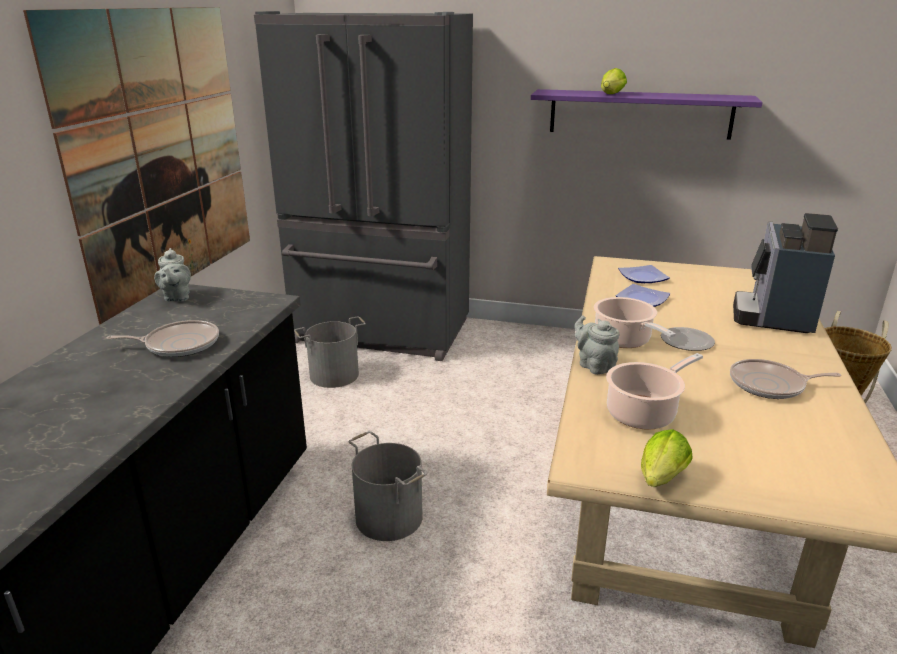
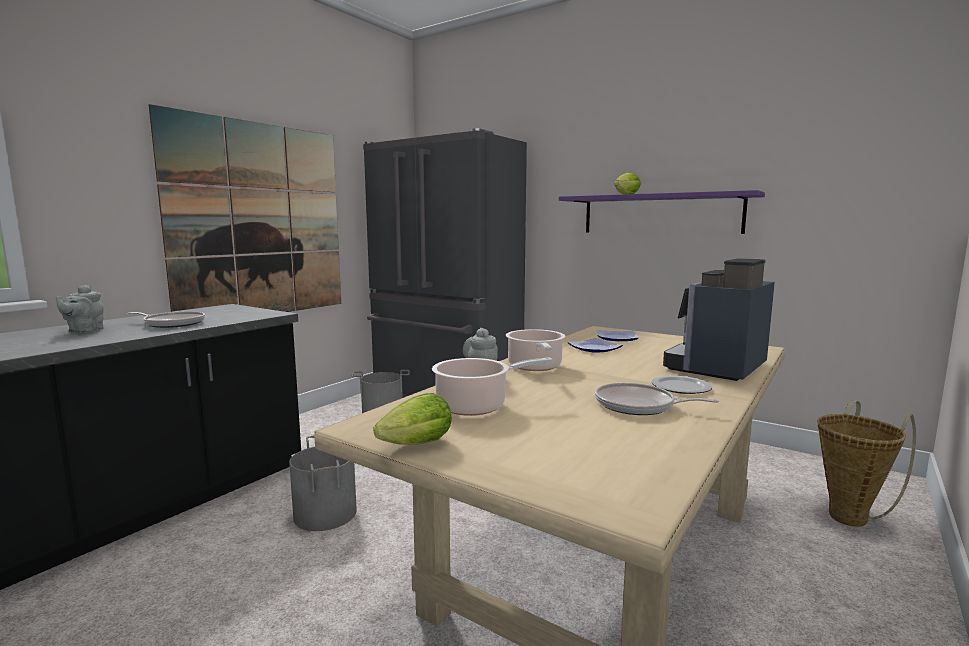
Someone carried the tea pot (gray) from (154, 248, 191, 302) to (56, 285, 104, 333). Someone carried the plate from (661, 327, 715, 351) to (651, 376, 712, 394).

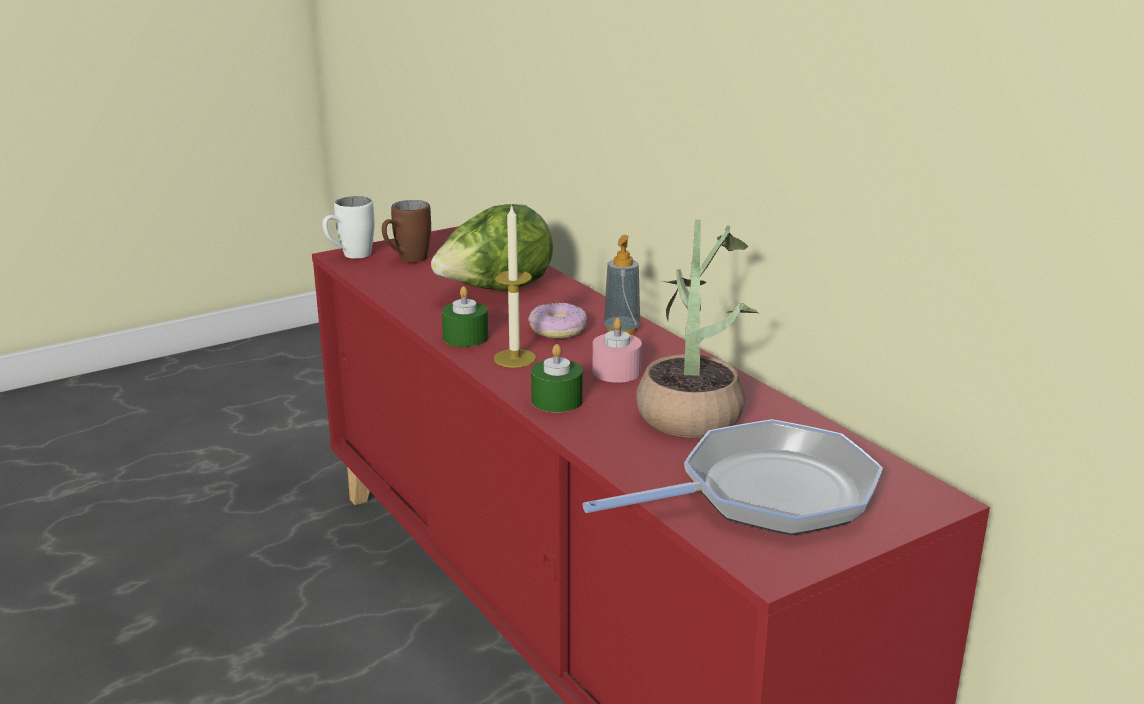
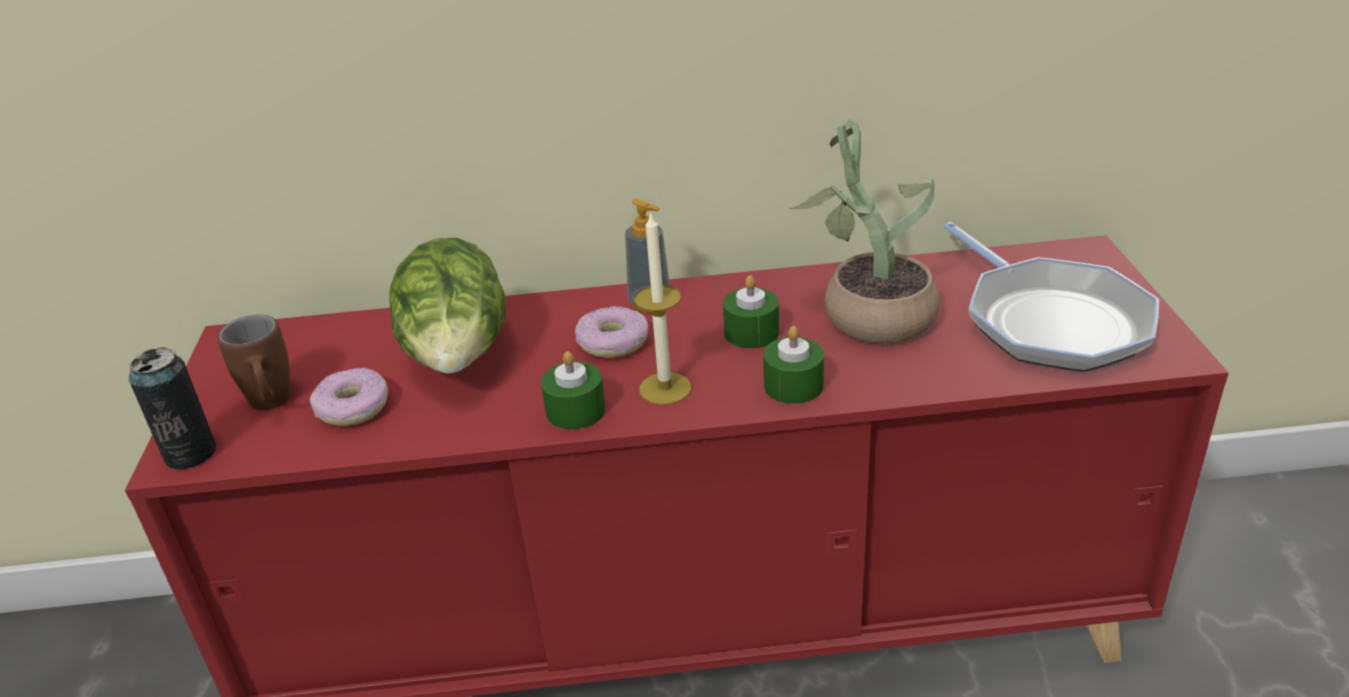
Someone swapped the coffee mug (white) at (323, 196, 375, 259) for the sealed can at (129, 347, 217, 469). Someone put down the donut at (310, 368, 388, 426). Someone repainted the wax candle (pink-coloured) at (592, 318, 642, 383), which became the wax candle (green-coloured) at (723, 275, 779, 348). Someone rotated the skillet at (583, 419, 883, 535) by 150 degrees clockwise.

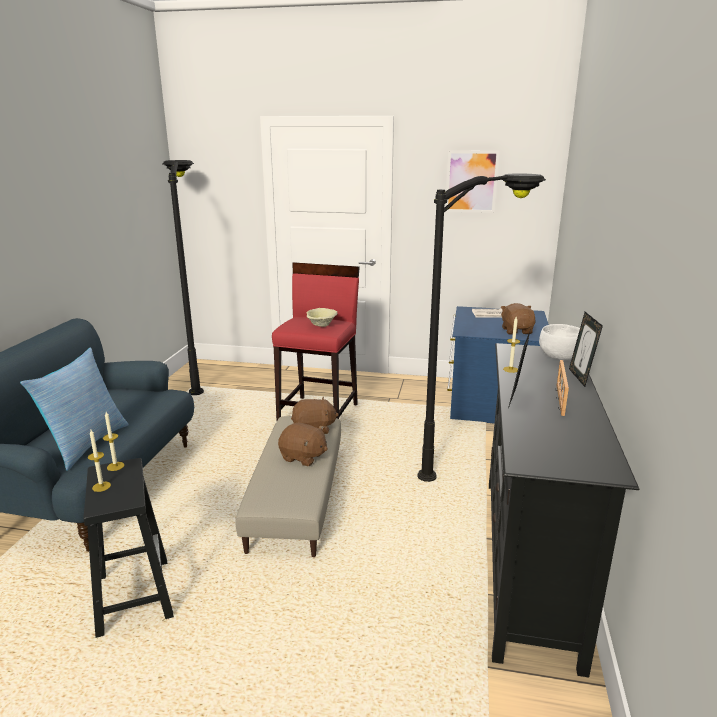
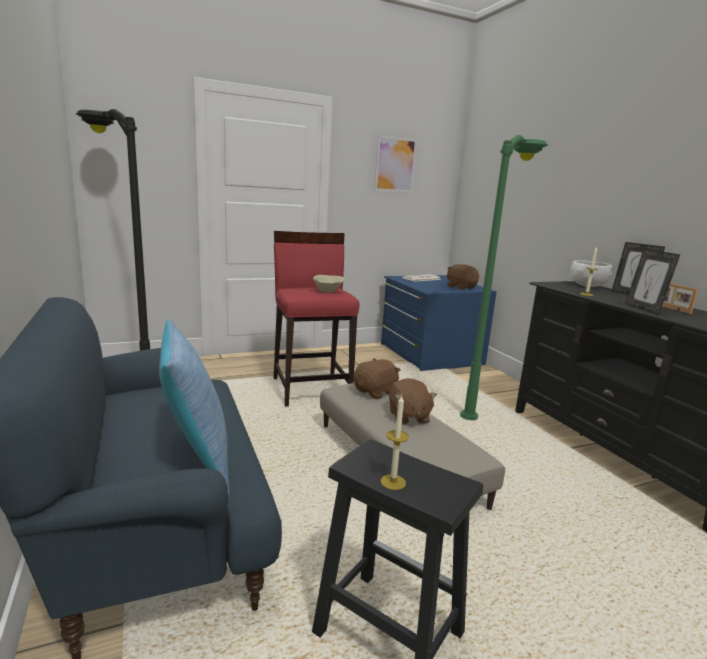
Someone rotated the soft toy (brown) at (278, 423, 328, 466) by 90 degrees clockwise. Someone repainted the floor lamp (blackish) at (417, 174, 546, 482), which became the floor lamp (green-coloured) at (460, 135, 548, 420). Someone took away the wax candle at (103, 412, 124, 471).

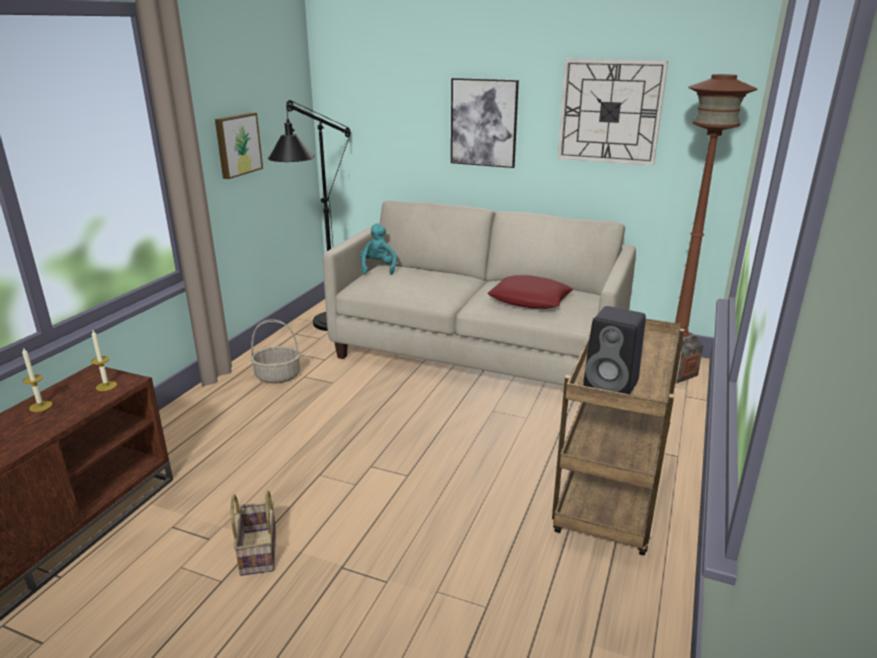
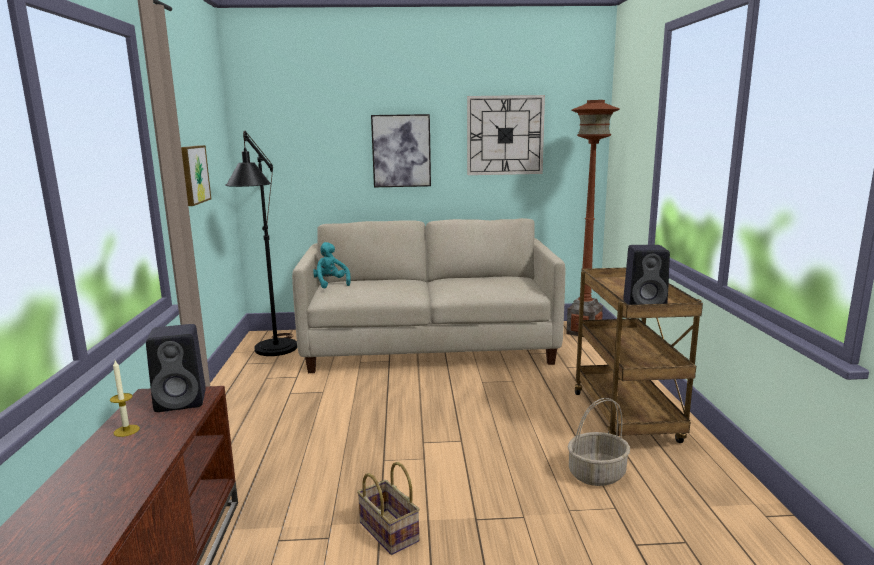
Someone swapped the wax candle at (91, 330, 117, 391) for the loudspeaker (blackish) at (146, 324, 206, 412). Someone carried the household basket from (251, 319, 300, 384) to (568, 398, 630, 486). Someone took away the throw pillow (red-coloured) at (487, 275, 573, 309).

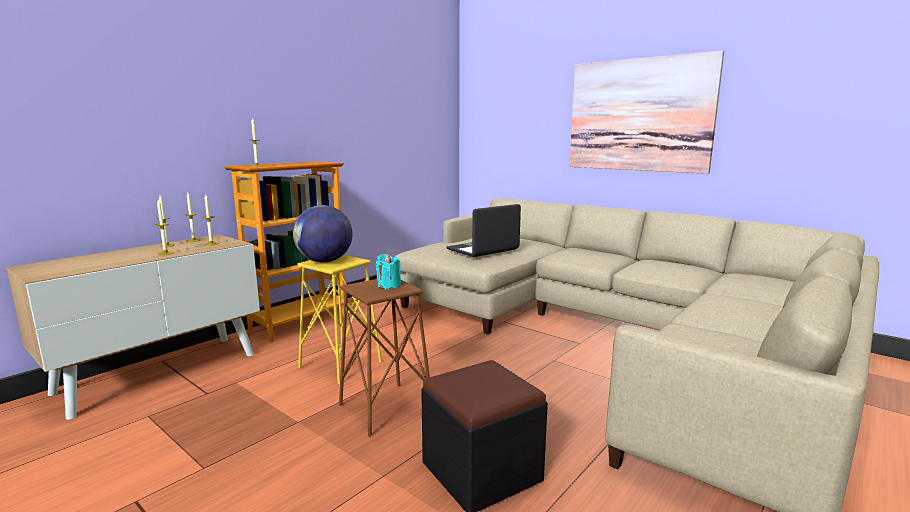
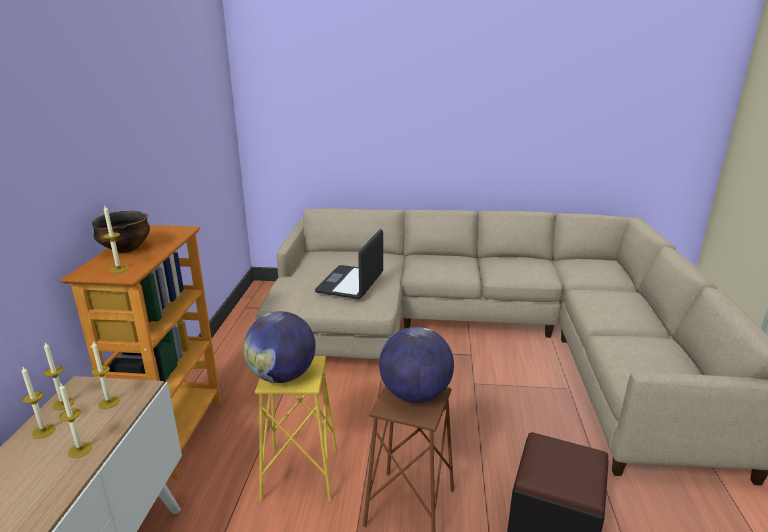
Someone put down the deep dish at (92, 211, 150, 253). Someone swapped the wax candle (turquoise) at (376, 254, 401, 289) for the desk globe at (379, 327, 454, 403). Someone took away the wall art at (569, 51, 724, 174).

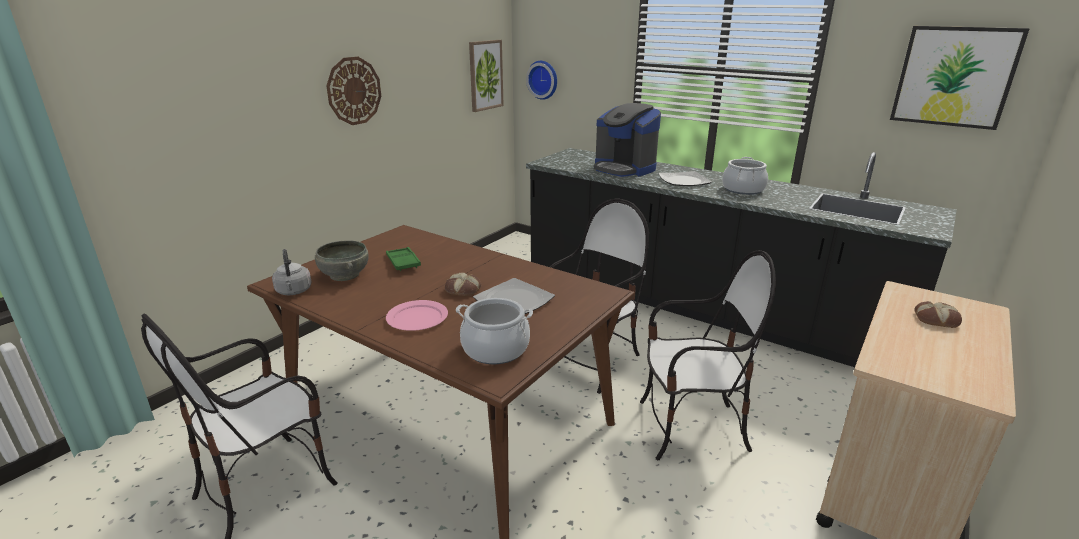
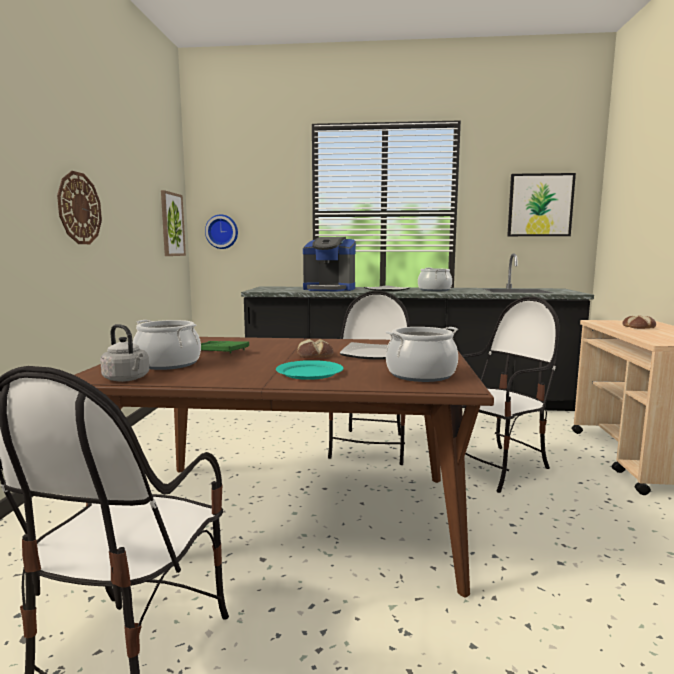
Someone swapped the deep dish (gray) at (315, 241, 369, 281) for the cooking pot at (133, 320, 201, 370). Someone repainted the plate (pink-coloured) at (386, 300, 448, 331), which became the plate (turquoise) at (276, 360, 344, 380).

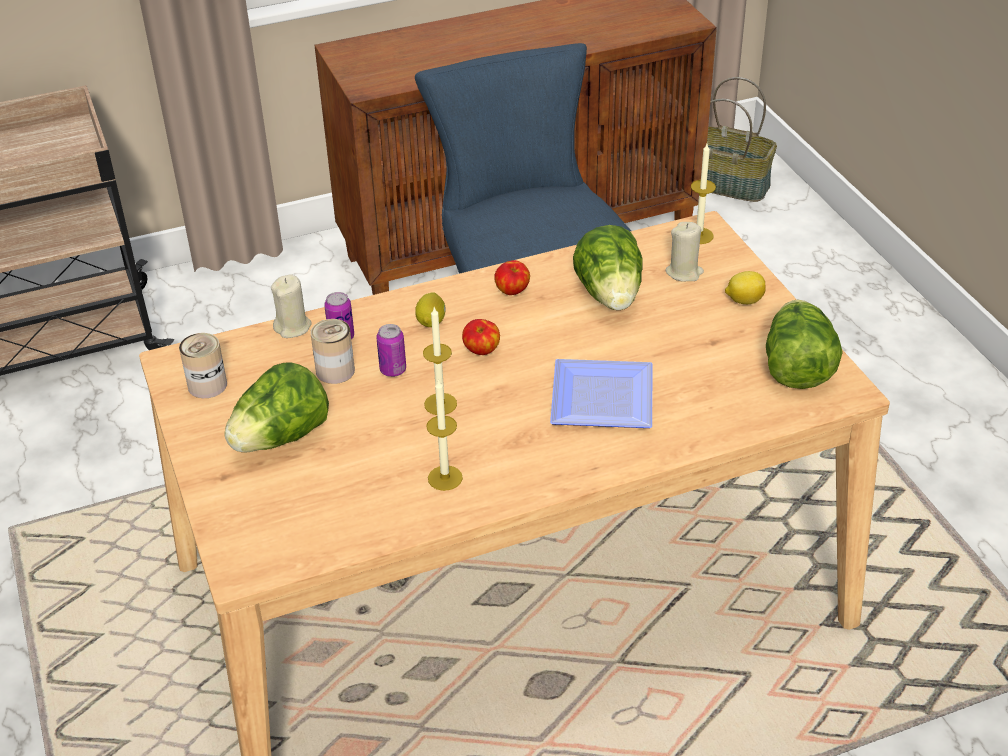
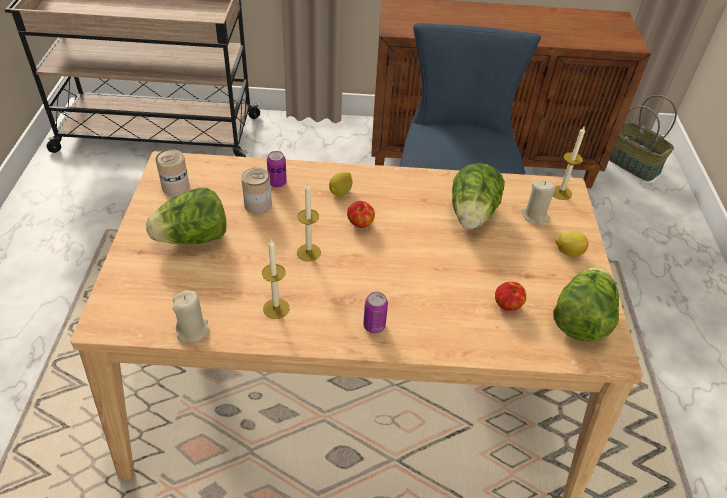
Someone carried the wax candle (sand-coloured) from (271, 274, 312, 338) to (173, 290, 210, 343). Someone carried the sealed can from (376, 324, 406, 377) to (363, 292, 388, 333). Someone carried the apple from (494, 260, 530, 295) to (495, 282, 526, 311). Someone took away the plate at (550, 359, 652, 428).

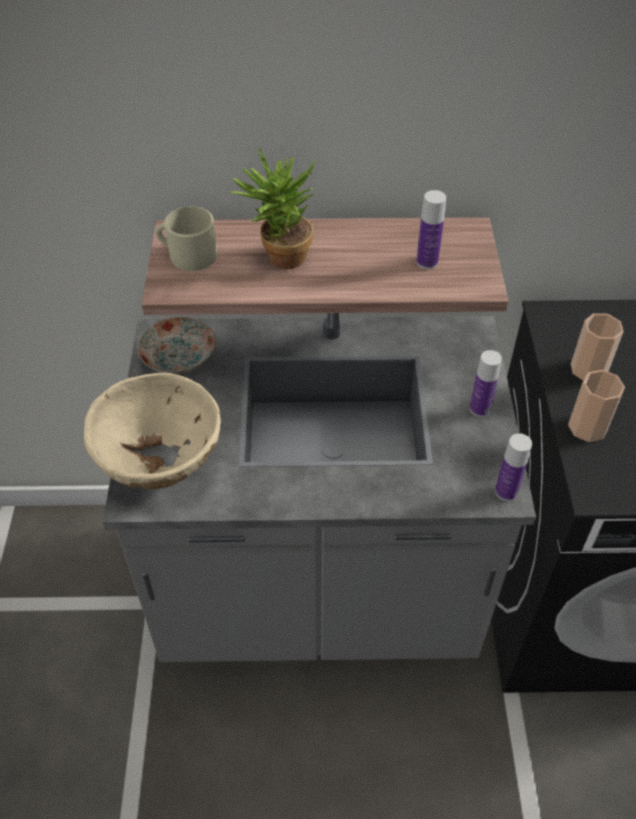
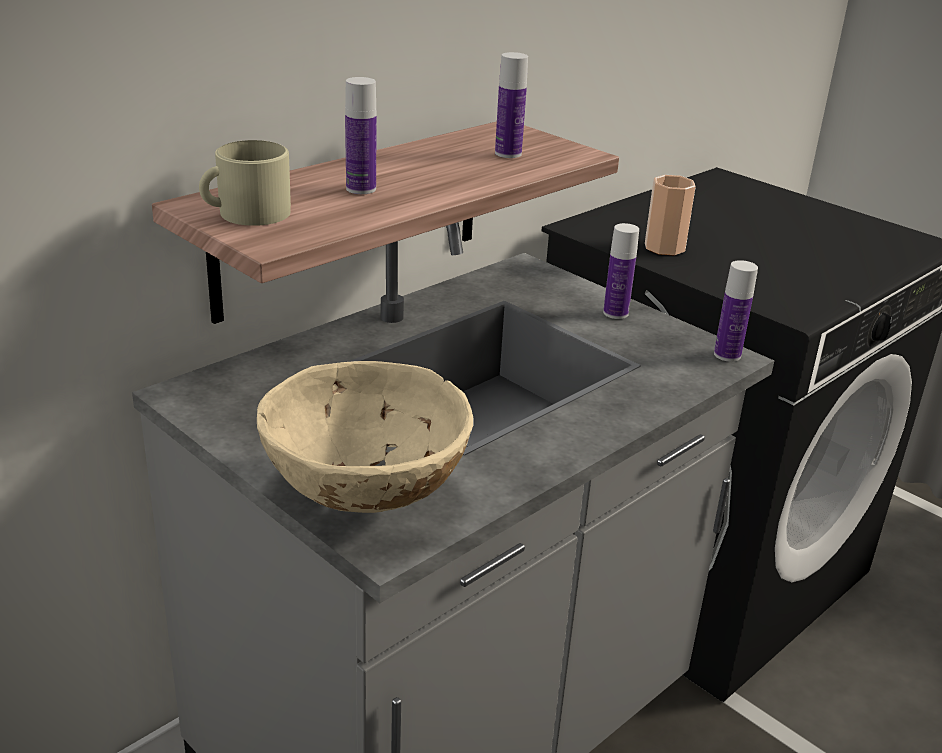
Someone swapped the potted plant at (230, 147, 316, 269) for the beverage bottle at (345, 77, 377, 194). Someone took away the plate at (137, 317, 216, 375). Someone took away the small cup at (568, 370, 625, 442).

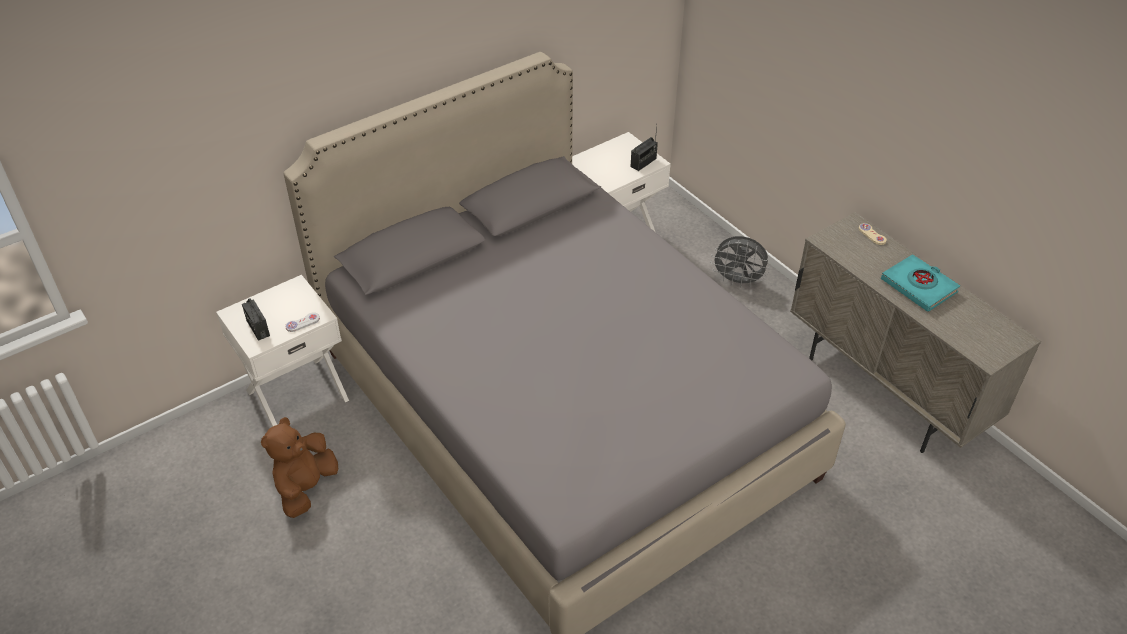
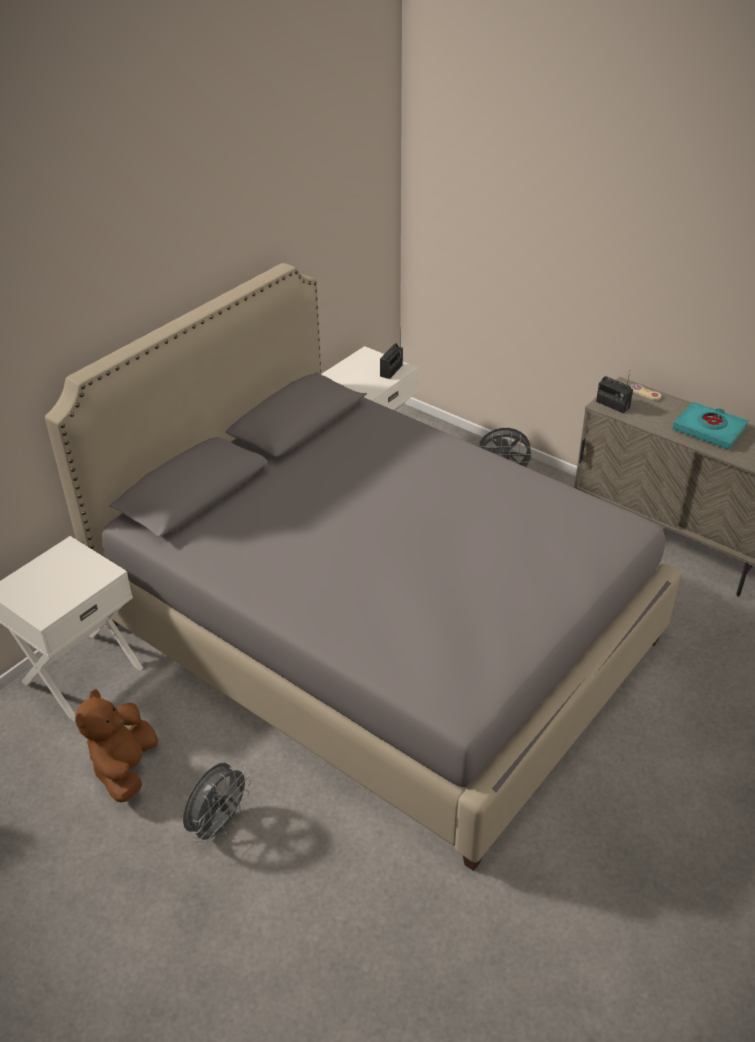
Someone put down the electric fan (gray) at (183, 763, 251, 846). Someone carried the radio set from (242, 299, 270, 341) to (596, 372, 633, 413). Someone took away the game controller (white) at (285, 312, 320, 332).

